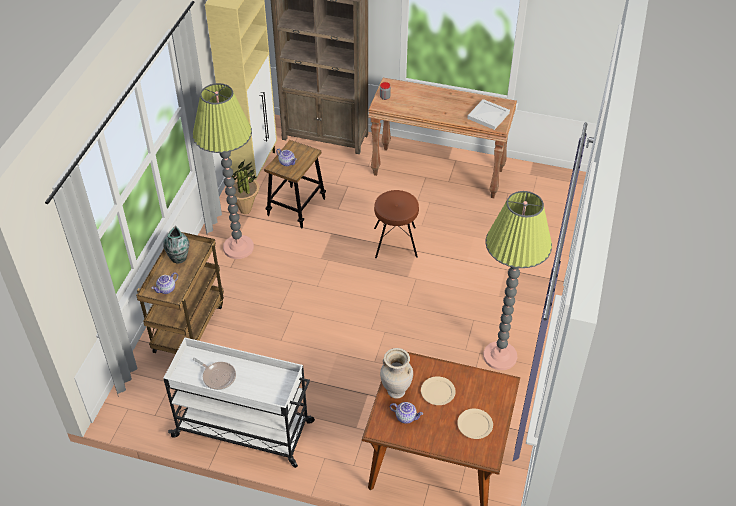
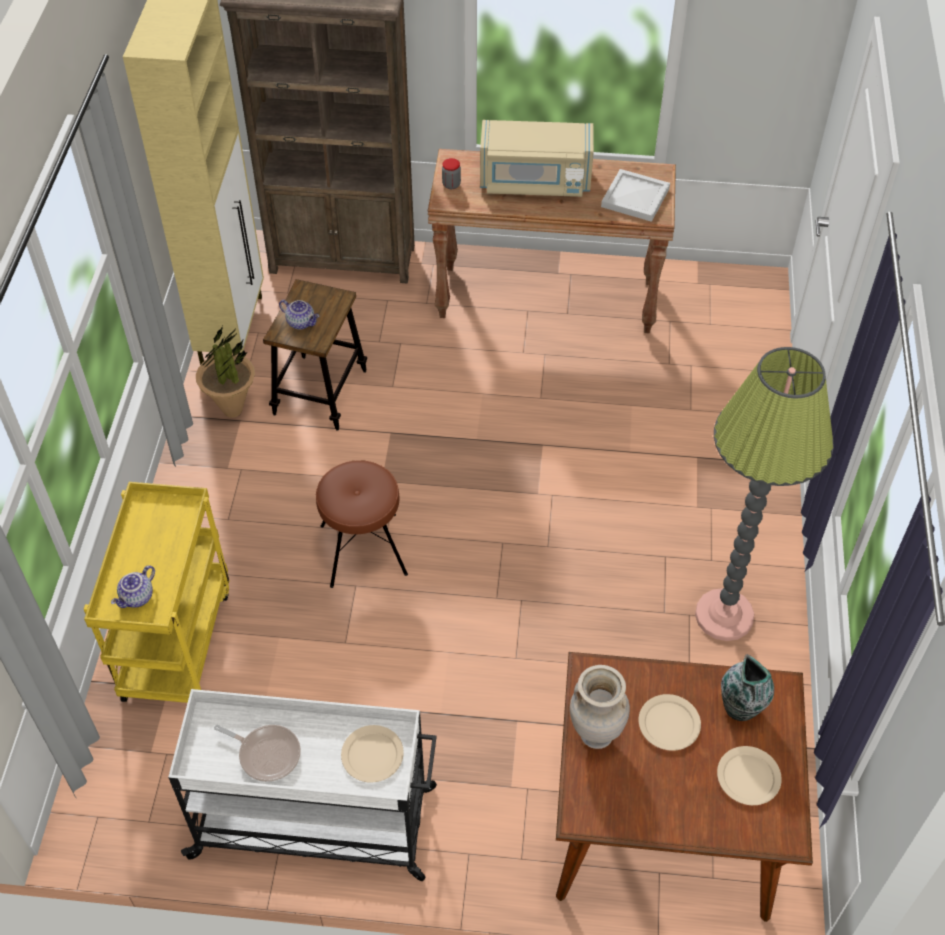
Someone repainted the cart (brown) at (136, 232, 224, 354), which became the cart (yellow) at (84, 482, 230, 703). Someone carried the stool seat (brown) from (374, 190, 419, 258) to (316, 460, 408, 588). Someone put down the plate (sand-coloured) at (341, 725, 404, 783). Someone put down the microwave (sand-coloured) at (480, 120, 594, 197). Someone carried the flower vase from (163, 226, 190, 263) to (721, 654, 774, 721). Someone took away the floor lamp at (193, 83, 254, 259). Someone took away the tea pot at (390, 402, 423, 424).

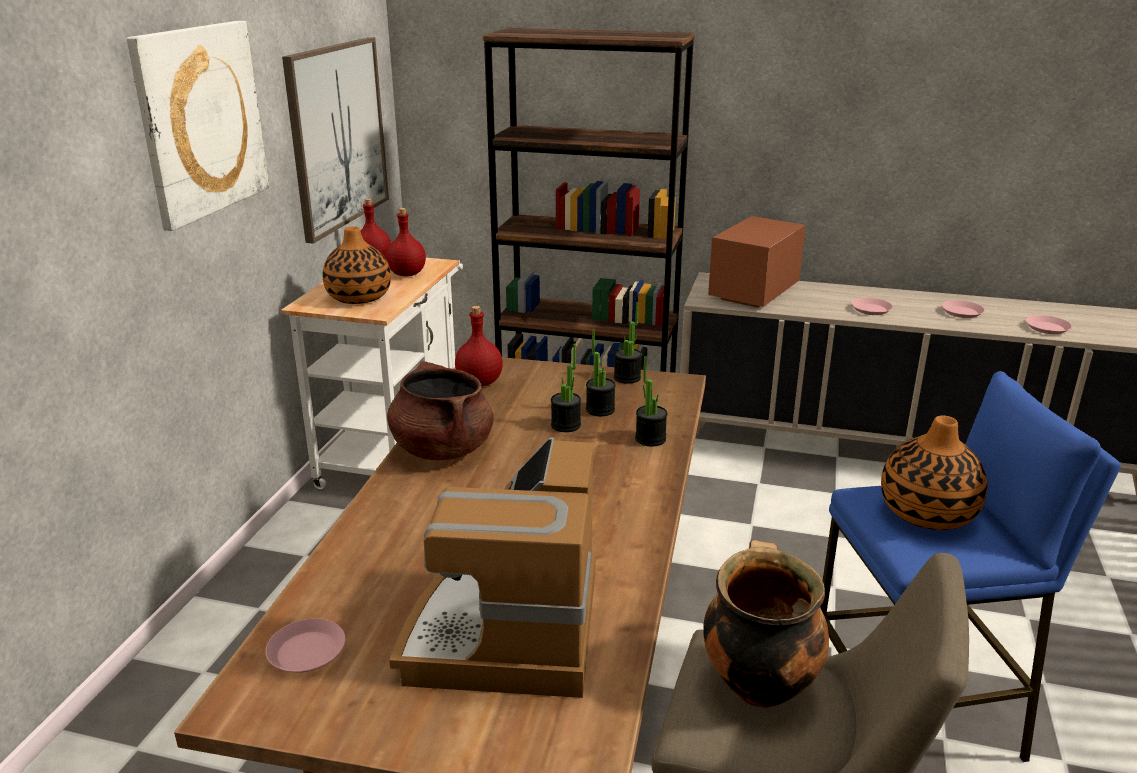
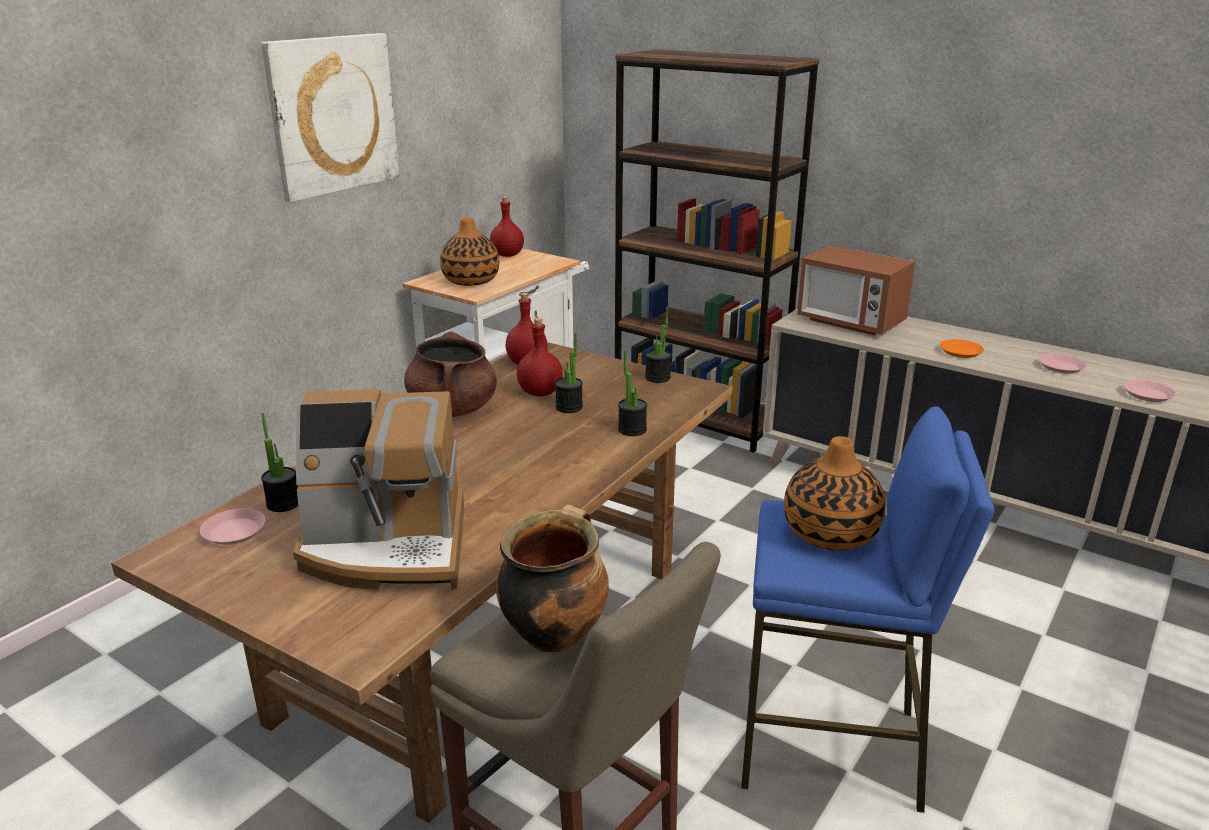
Someone carried the potted plant from (586, 329, 615, 416) to (261, 412, 298, 512). Someone rotated the coffee brewer at (389, 437, 596, 698) by 120 degrees counterclockwise. Someone carried the beverage bottle (red-coloured) from (386, 208, 426, 277) to (517, 318, 563, 397). Someone rotated the microwave at (708, 216, 806, 308) by 105 degrees counterclockwise. Someone repainted the plate (pink-coloured) at (851, 298, 893, 315), which became the plate (orangey) at (940, 339, 984, 358). Someone took away the wall art at (282, 37, 389, 244).

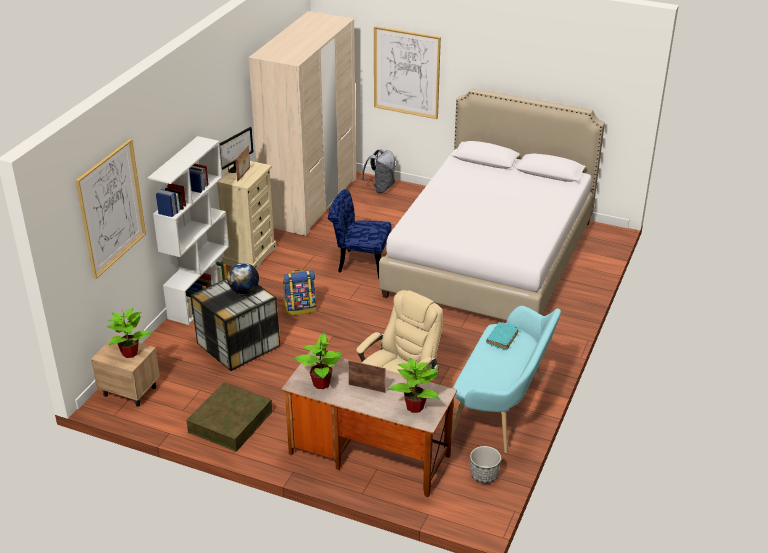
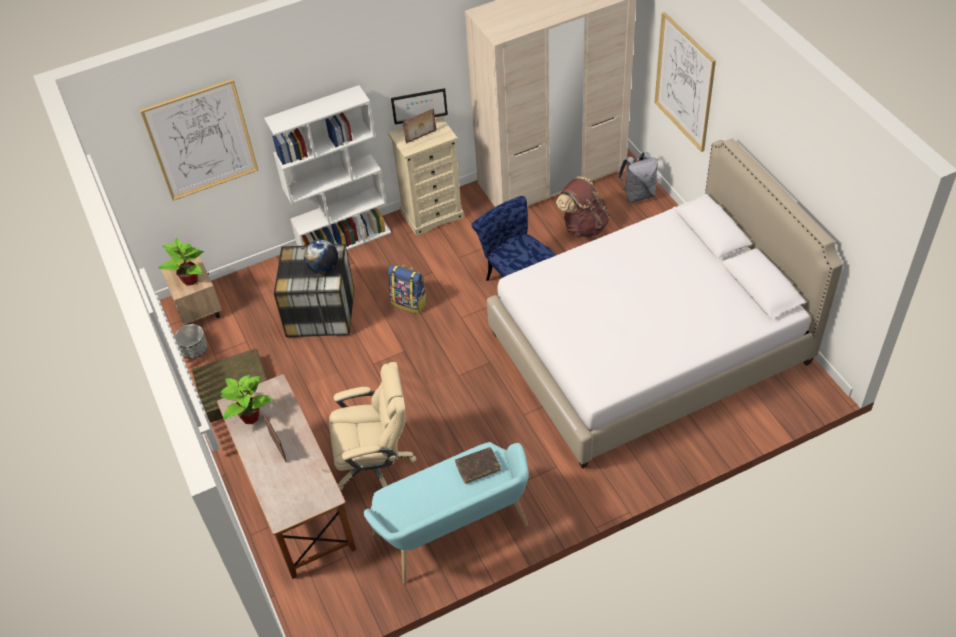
Someone carried the plant pot from (470, 446, 501, 483) to (175, 324, 207, 359). Someone repainted the book (turquoise) at (486, 322, 519, 350), which became the book (brown) at (455, 447, 501, 484). Someone put down the rucksack (brown) at (556, 176, 610, 237). Someone took away the potted plant at (389, 358, 439, 413).

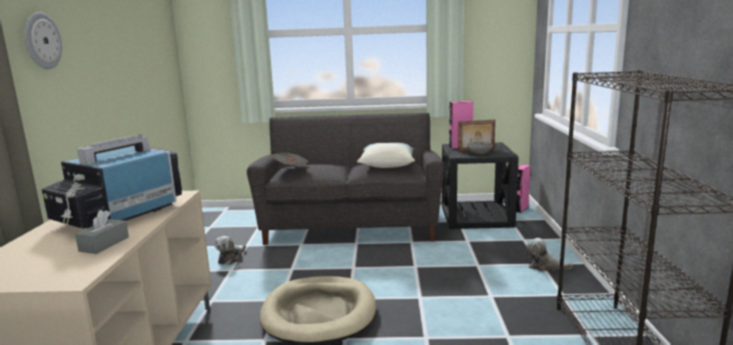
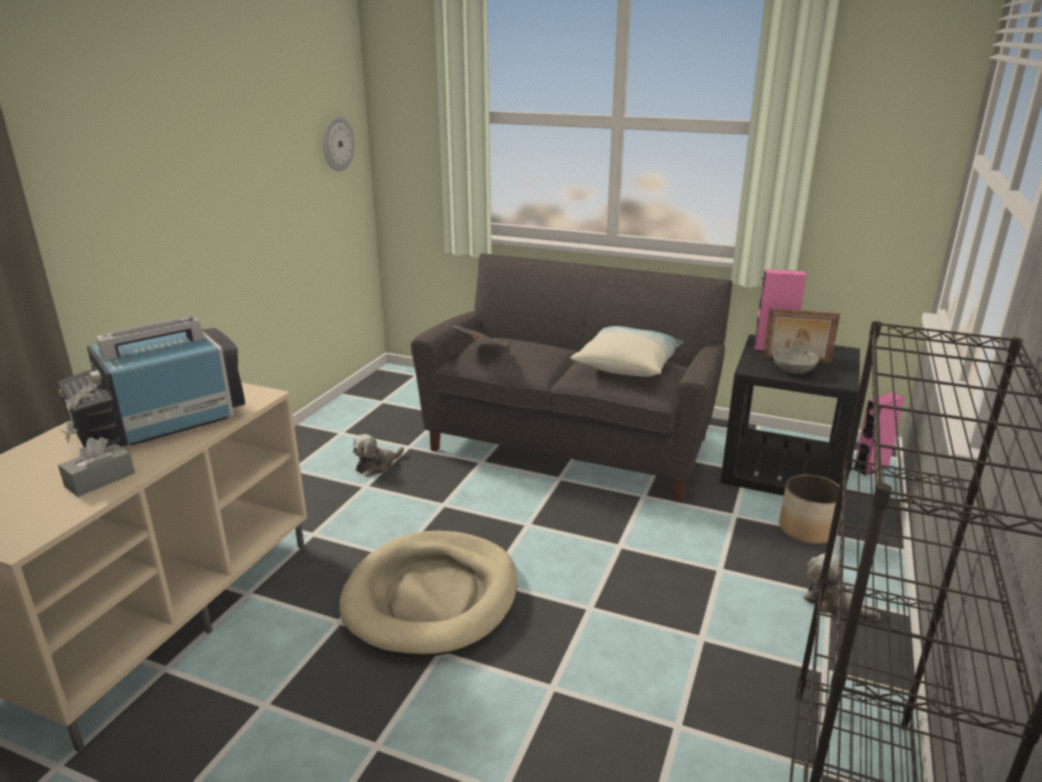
Someone carried the hanging clock from (25, 12, 62, 69) to (323, 116, 354, 171). Someone put down the plant pot at (779, 474, 842, 544).

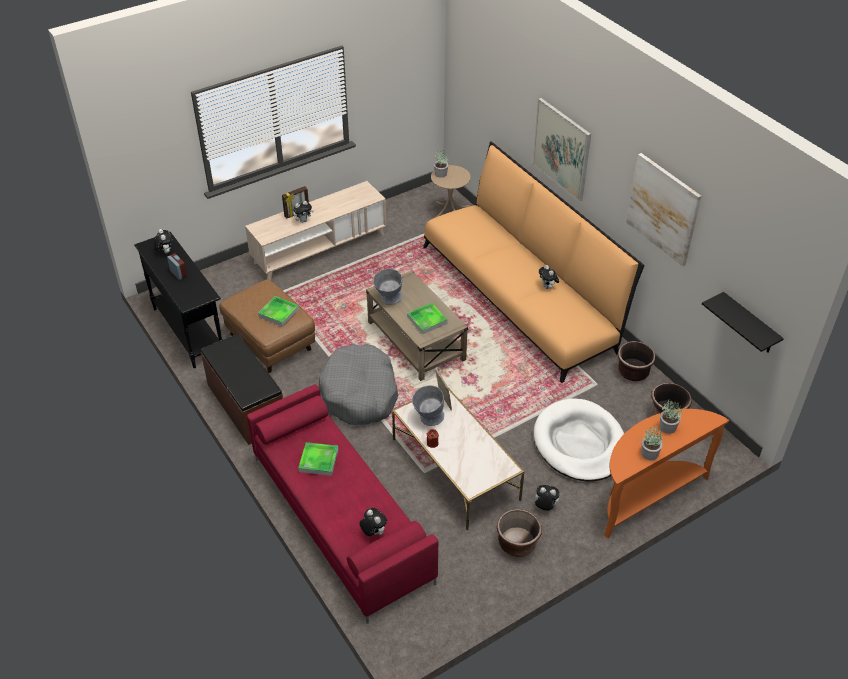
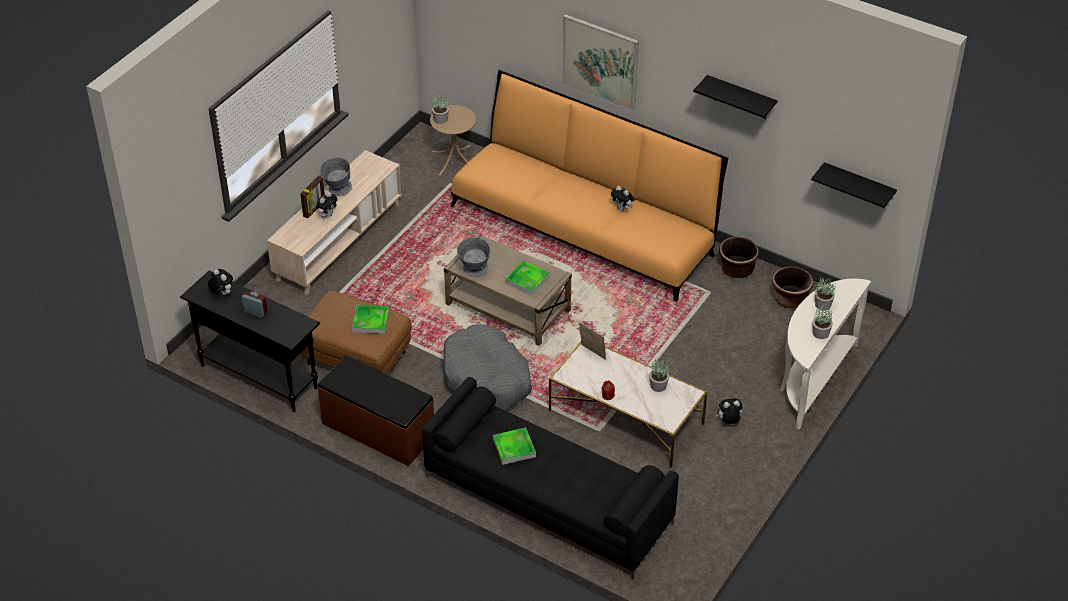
Someone carried the deep dish (gray) from (412, 385, 444, 426) to (319, 157, 352, 196). Someone repainted the couch (red-coloured) at (247, 384, 438, 624), which became the couch (blackish) at (422, 377, 679, 580). Someone put down the potted plant at (649, 360, 669, 392). Someone swapped the wall art at (626, 153, 702, 266) for the wall shelf (blackish) at (693, 75, 778, 119). Someone repainted the hall table (orangey) at (604, 409, 729, 539), which became the hall table (white) at (780, 279, 871, 429). Someone took away the soft toy at (359, 508, 387, 536). Someone took away the plant pot (brown) at (497, 509, 542, 557). Someone took away the dog bed (white) at (534, 398, 624, 482).

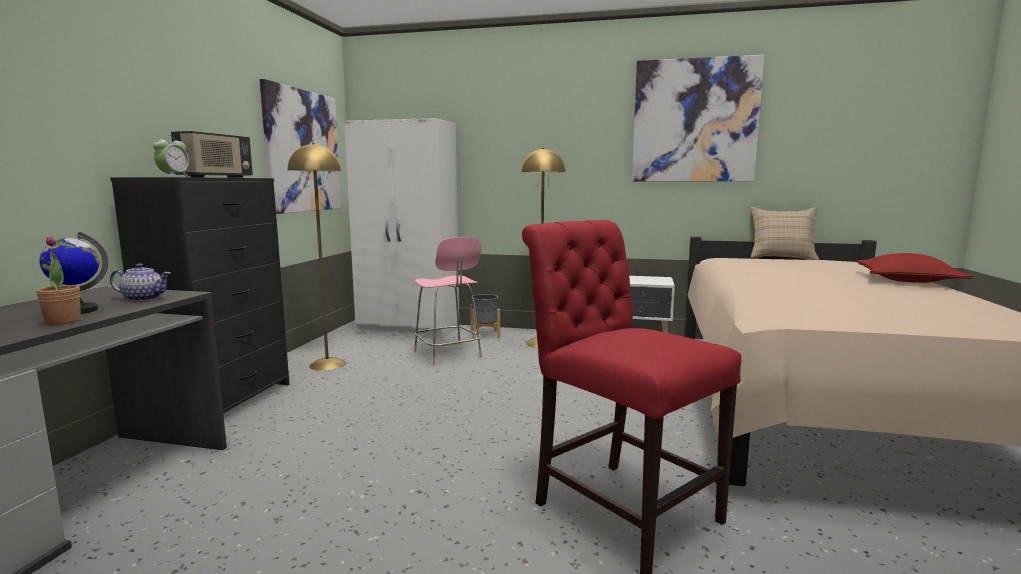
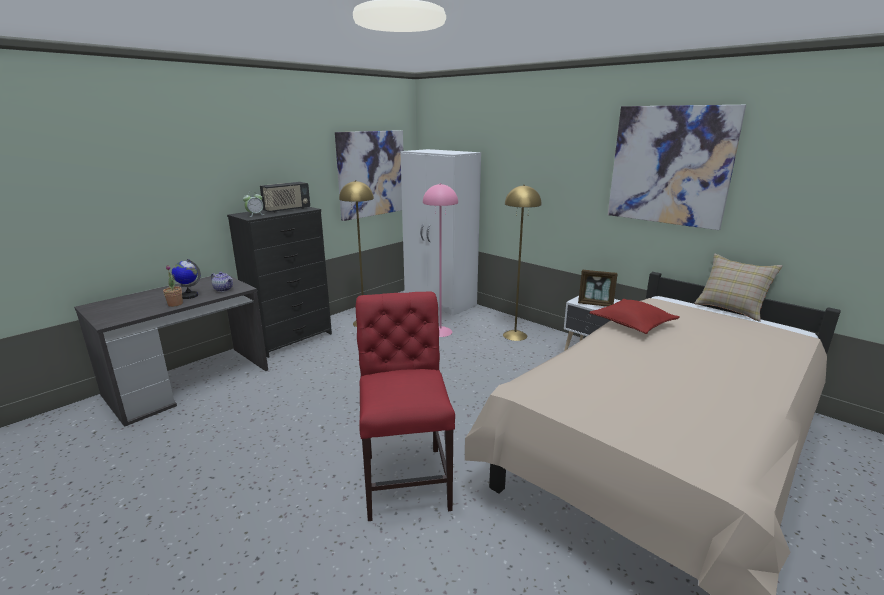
Someone swapped the plain chair (pink-coloured) at (414, 237, 482, 366) for the floor lamp (pink-coloured) at (423, 183, 458, 337). Someone put down the photo frame at (578, 270, 618, 307). Someone carried the throw pillow (red-coloured) from (857, 253, 973, 283) to (589, 299, 680, 334). Someone took away the plant pot (gray) at (470, 294, 500, 339).

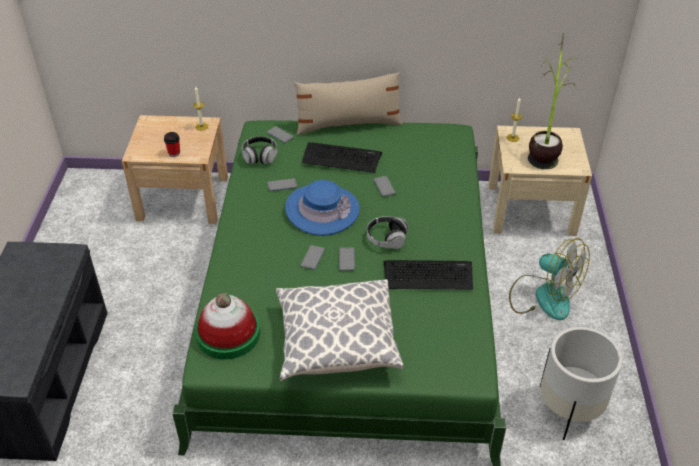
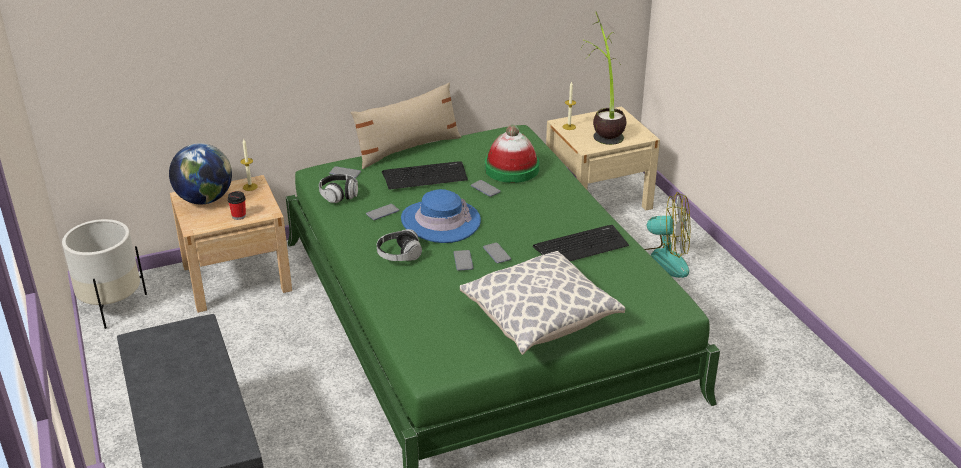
Someone carried the plant pot (white) from (540, 327, 623, 440) to (62, 219, 147, 329). Someone put down the desk globe at (169, 143, 232, 205). Someone carried the pair of headphones from (367, 216, 408, 249) to (377, 229, 422, 261). Someone carried the wearable hat from (195, 293, 260, 359) to (485, 125, 539, 183).

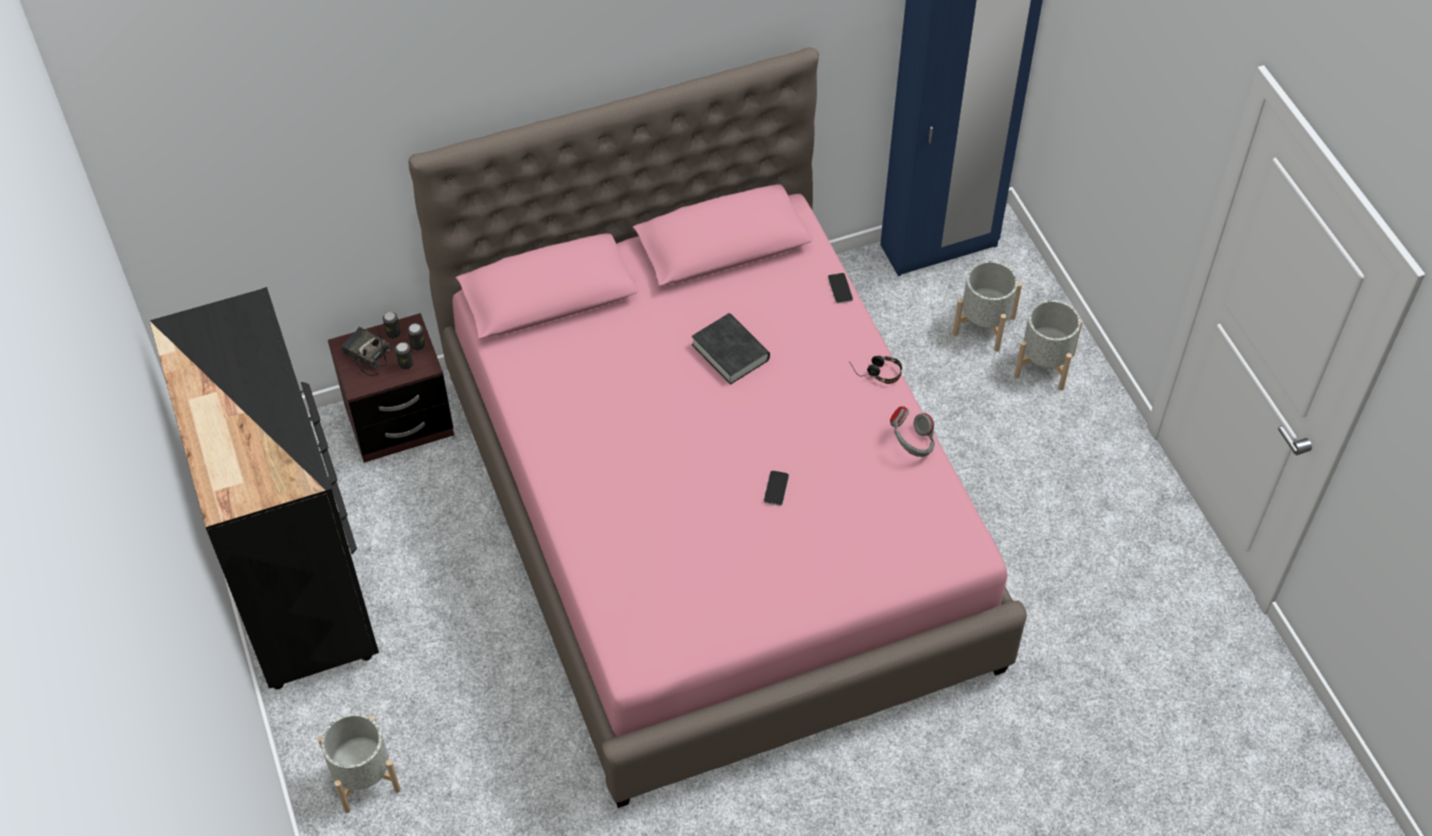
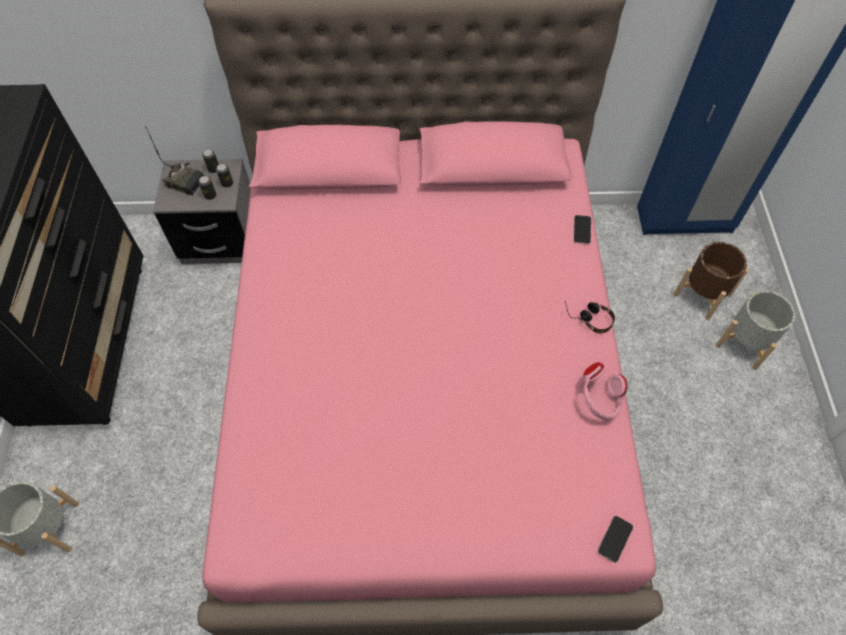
Someone rotated the radio set at (341, 327, 391, 376) by 150 degrees clockwise. Someone repainted the bedside table (brown) at (328, 313, 454, 463), which became the bedside table (gray) at (153, 159, 251, 264). Someone repainted the pair of headphones (gray) at (890, 406, 935, 457), which became the pair of headphones (pink-coloured) at (583, 362, 628, 420). Someone carried the phone from (764, 470, 789, 506) to (597, 516, 633, 563). Someone repainted the plant pot (gray) at (953, 261, 1022, 352), which became the plant pot (brown) at (673, 242, 749, 320). Someone took away the book (blackish) at (692, 313, 770, 385).

